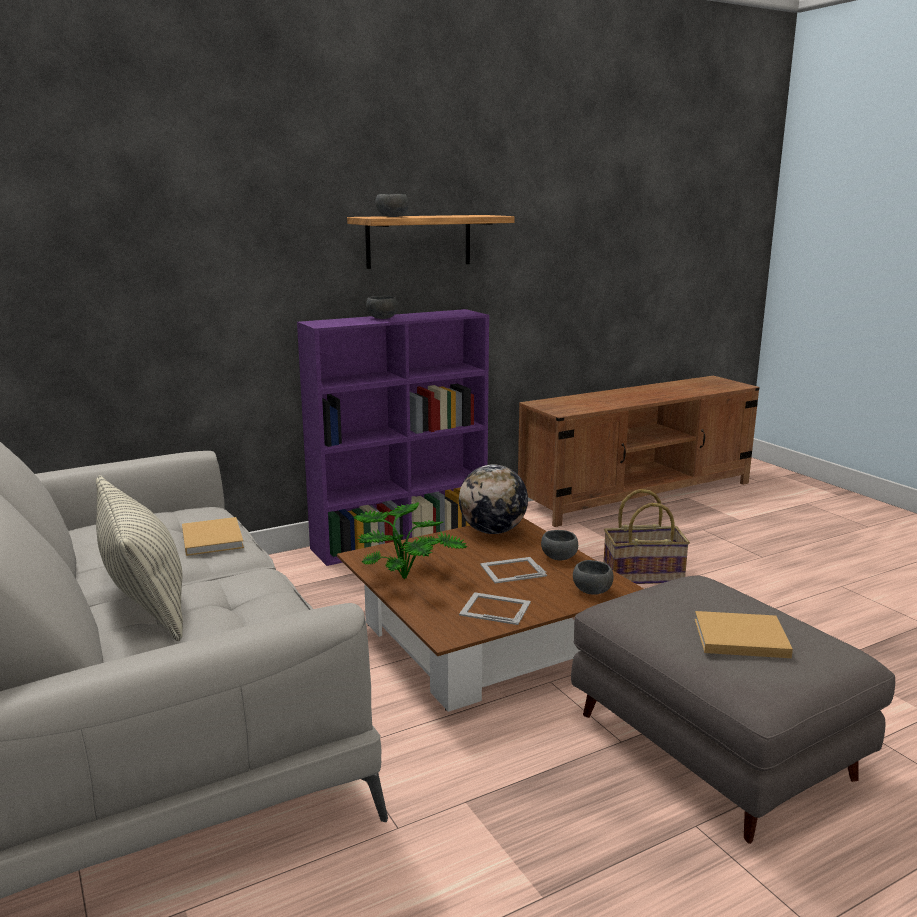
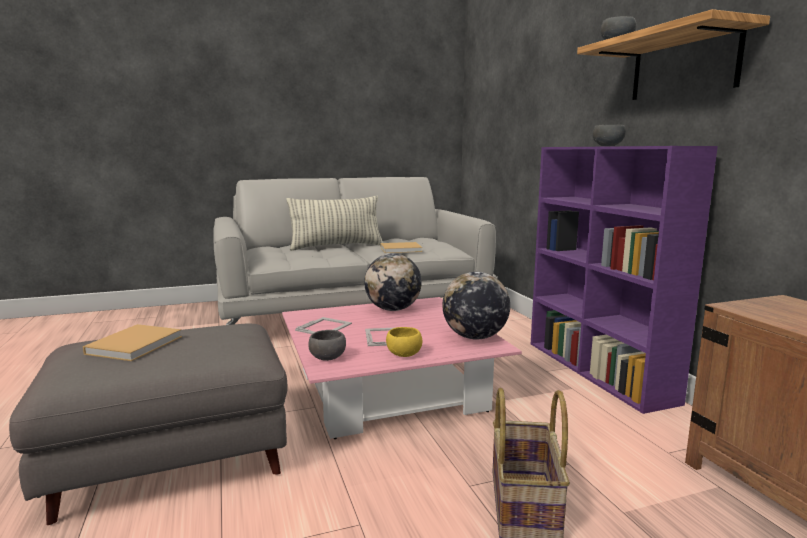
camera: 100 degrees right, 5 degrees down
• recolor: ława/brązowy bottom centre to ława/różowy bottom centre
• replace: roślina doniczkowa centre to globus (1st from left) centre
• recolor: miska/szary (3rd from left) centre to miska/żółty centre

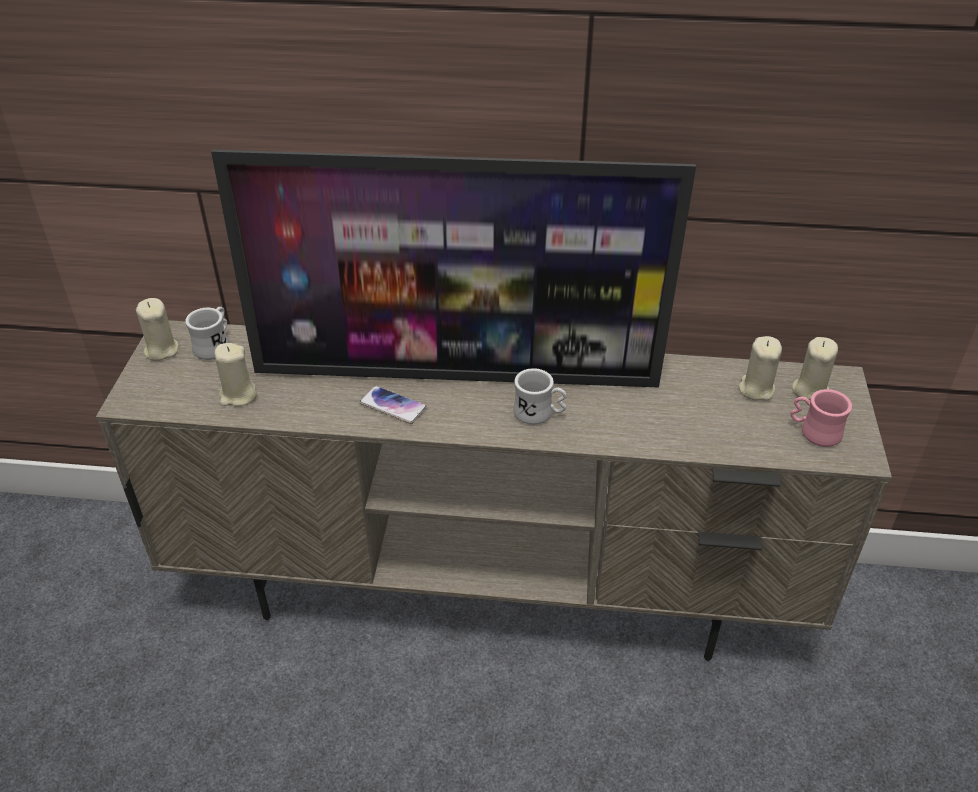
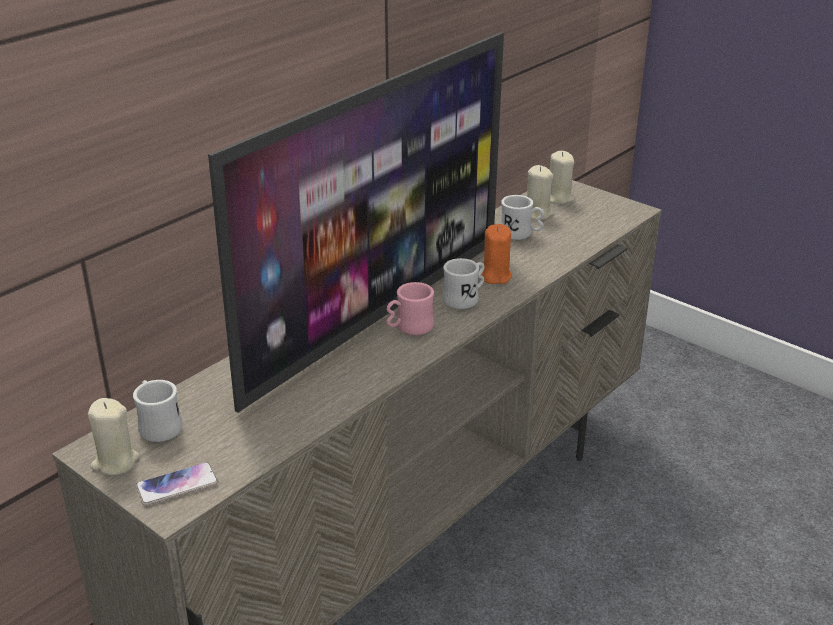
camera: 55 degrees left, 10 degrees down
• delete: świeca/beżowy (2nd from left) middle left
• move: telefon centre to bottom left
• move: kubek/różowy middle right to centre
• insert: świeca/pomarańczowy centre
• insert: kubek/biały (3rd from left) centre

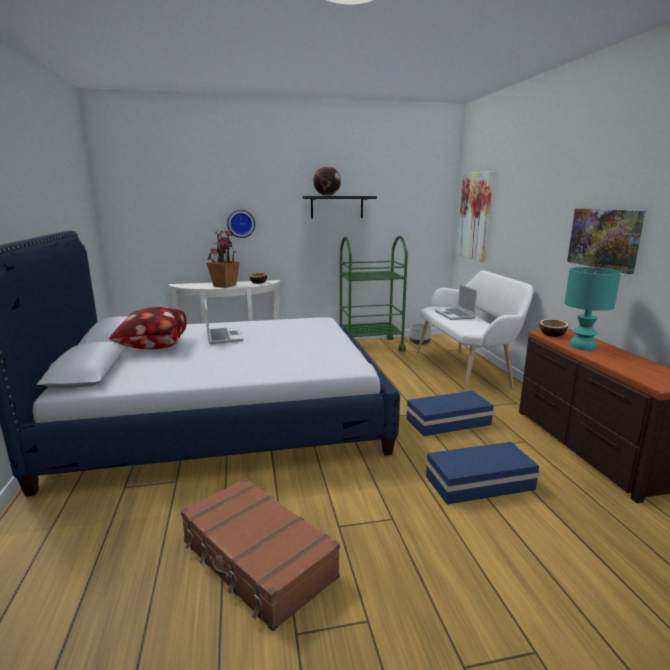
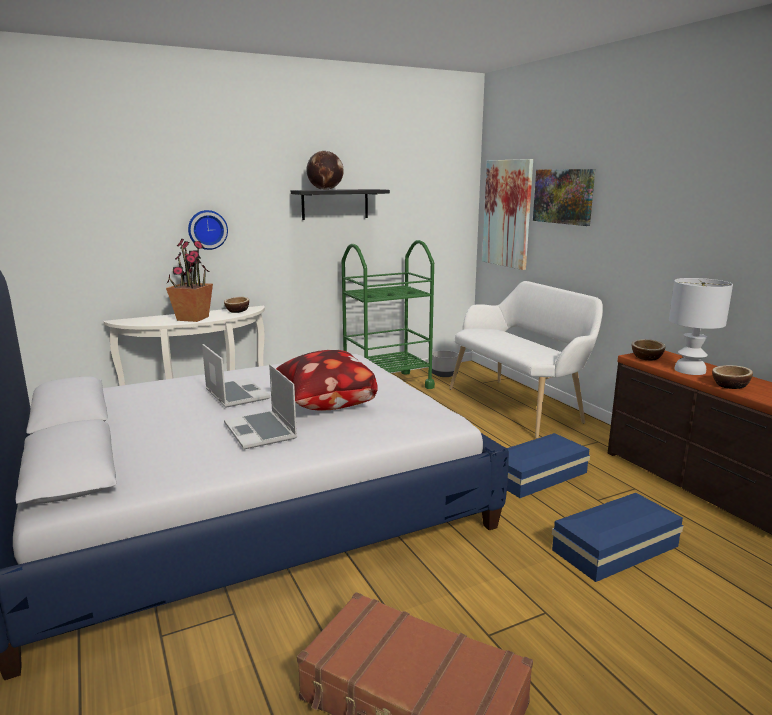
camera: 15 degrees left, 0 degrees up
• move: poduszka middle left to centre
• move: laptop (2nd from left) middle right to centre
• recolor: lampa stołowa/turkusowy middle right to lampa stołowa/biały middle right
• move: obraz (2nd from left) middle right to top right
• insert: miska (3rd from left) middle right

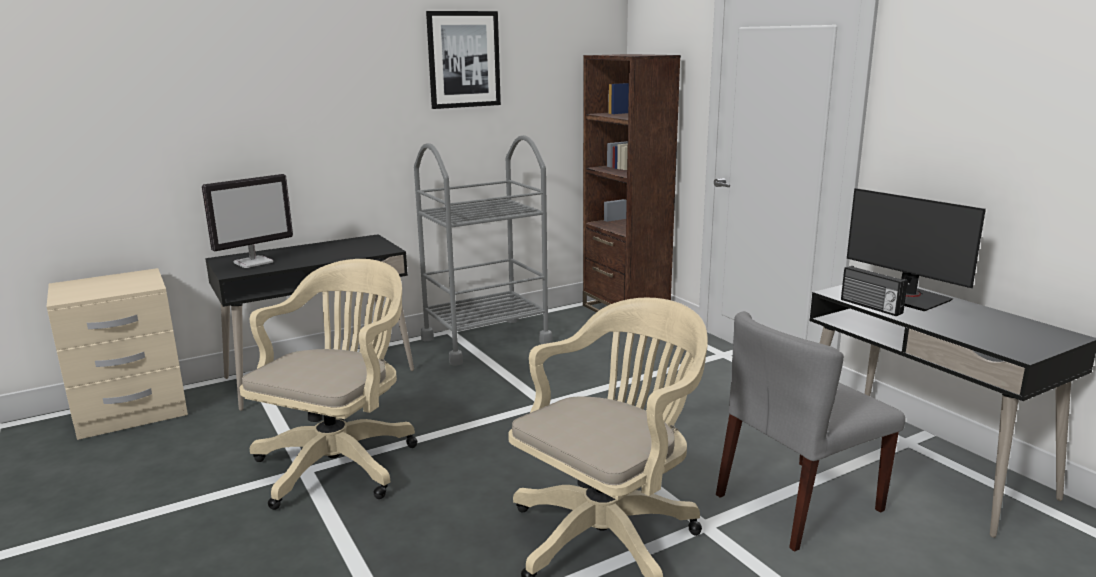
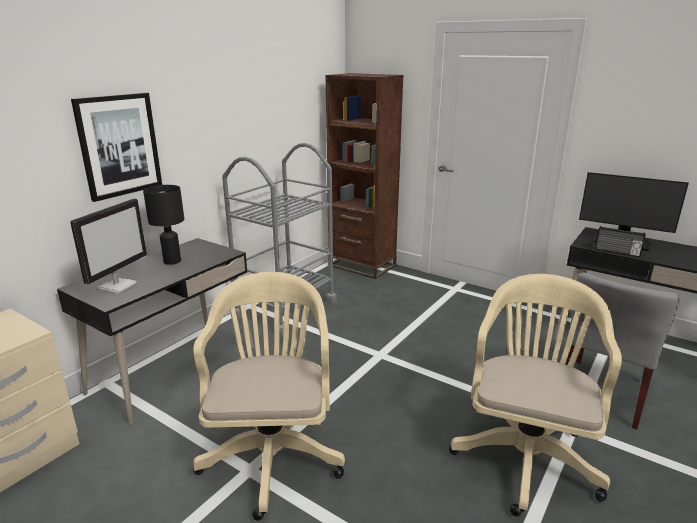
camera: 25 degrees left, 5 degrees up
• move: obraz top centre to top left
• insert: lampa stołowa/czarny middle left

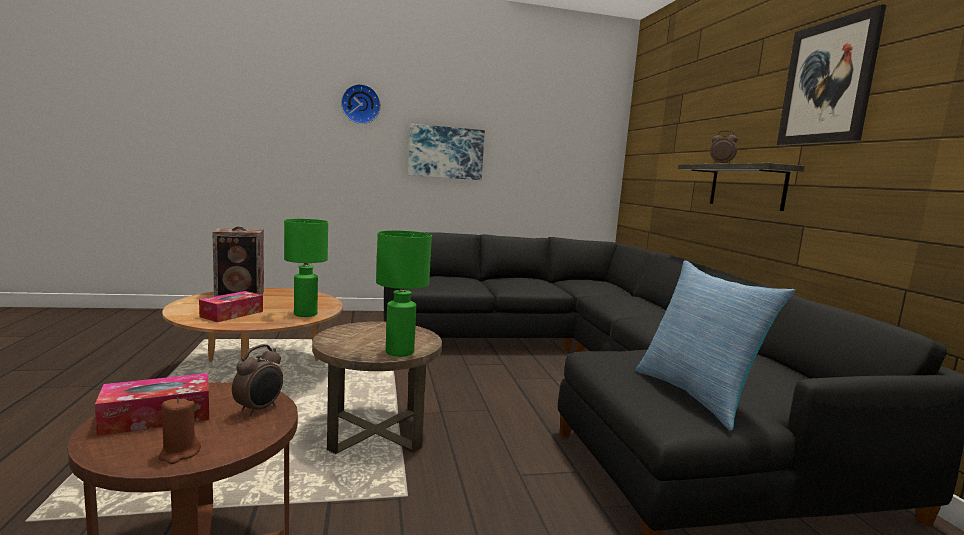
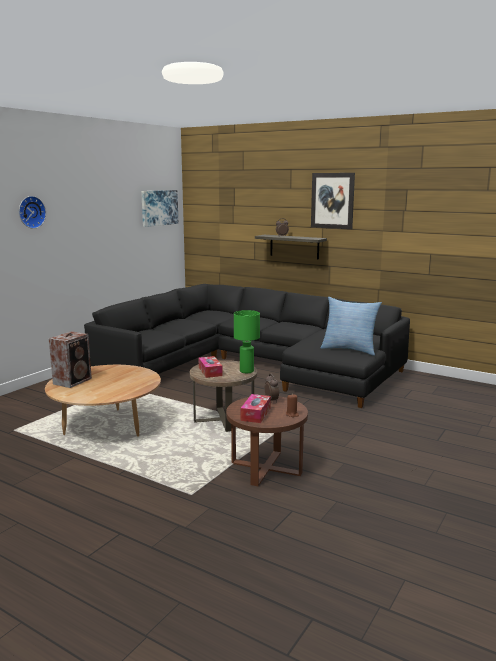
camera: 45 degrees left, 5 degrees up
• move: pudełko chusteczek (2nd from left in the first image) middle left to pudełko chusteczek (1st from left) centre
• delete: lampa stołowa/zielony (1st from left) middle left
• move: obraz (1st from left) top centre to top left

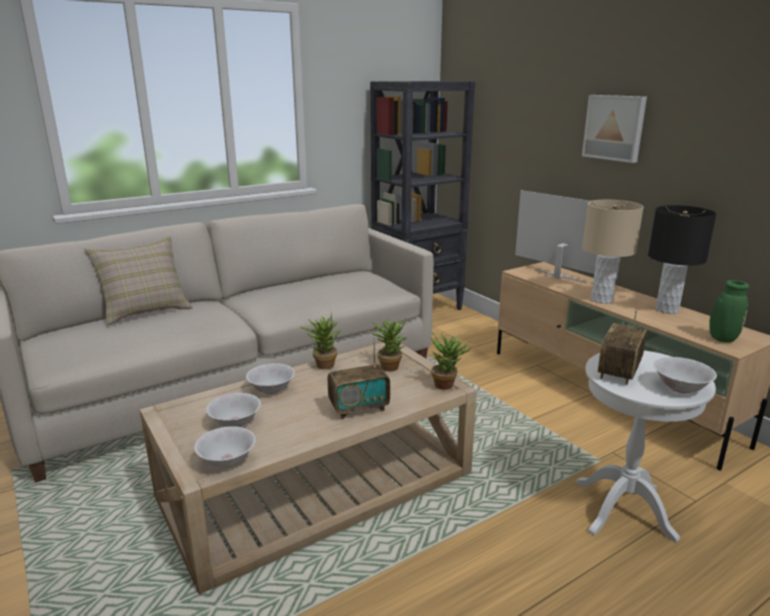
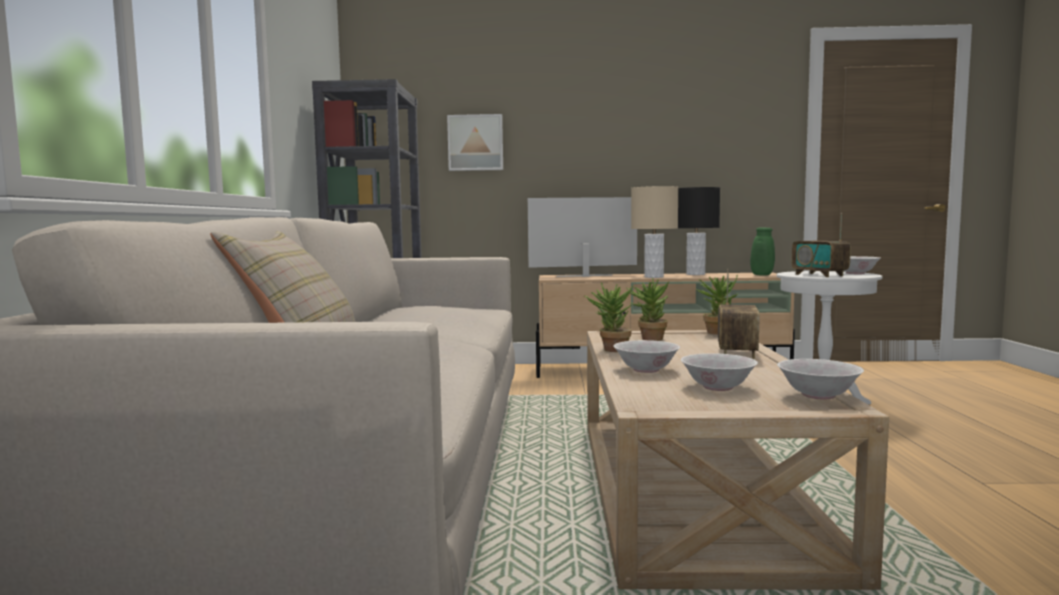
camera: 55 degrees left, 15 degrees down
• move: obraz top right to top centre

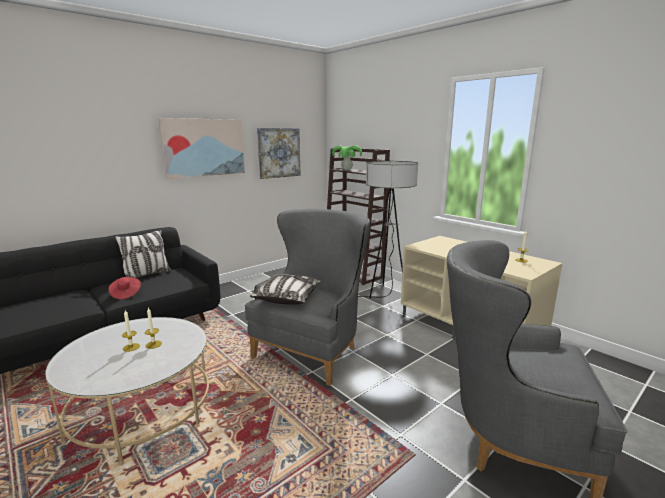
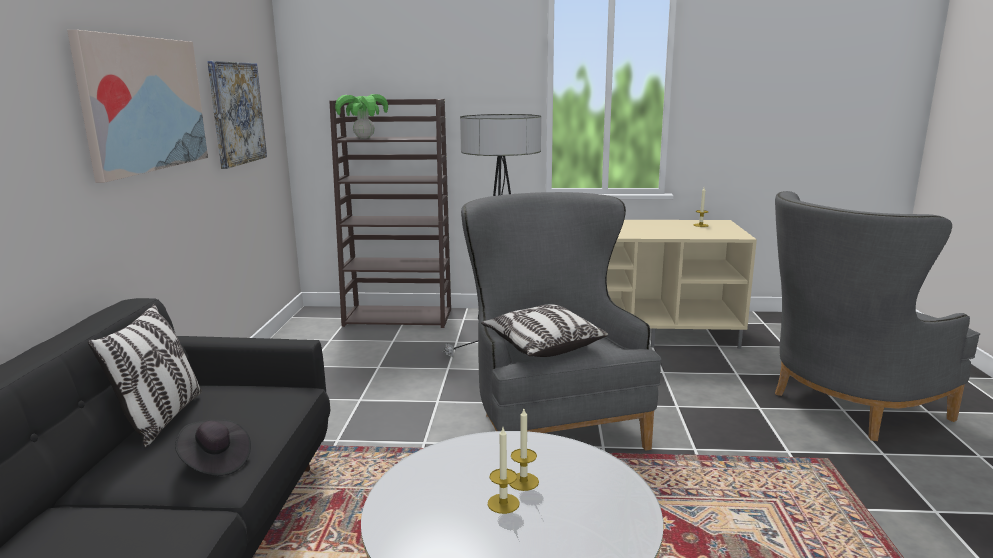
camera: 45 degrees left, 0 degrees up
• recolor: kapelusz/czerwony middle left to kapelusz/czarny bottom left

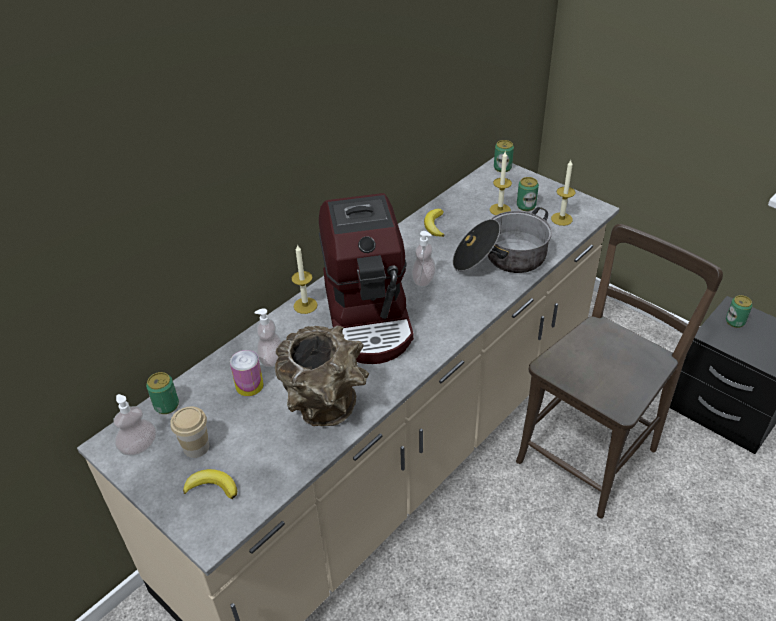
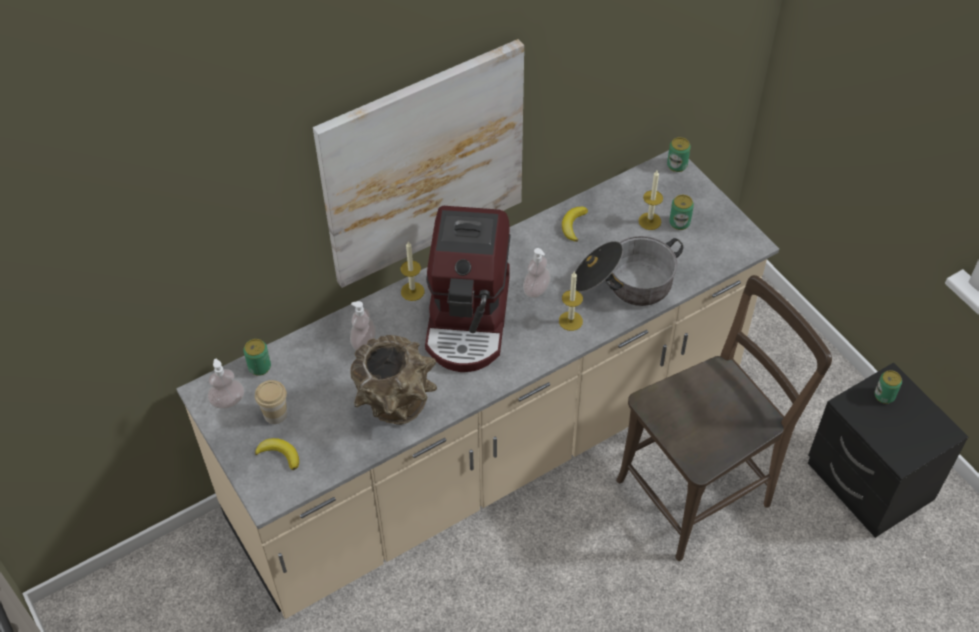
camera: 15 degrees right, 10 degrees up
• delete: puszka (2nd from left) middle left
• move: świeca (3rd from left in the first image) top right to świeca (2nd from left) centre
• insert: obraz top centre

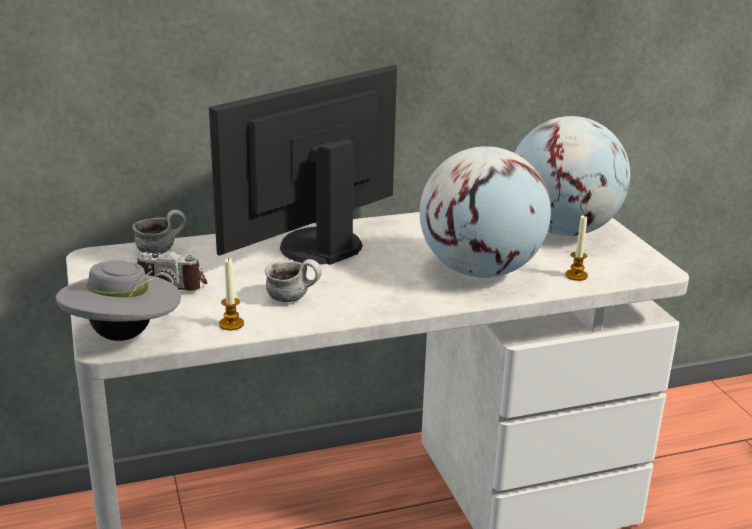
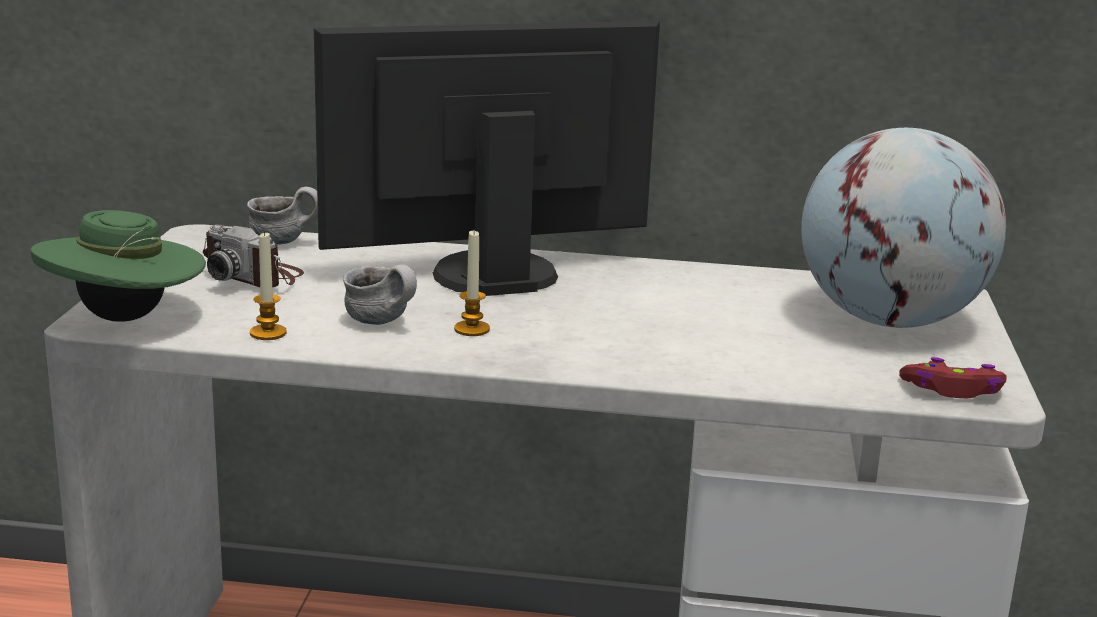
camera: 25 degrees right, 5 degrees down
• recolor: kapelusz/szary middle left to kapelusz/zielony middle left
• delete: globus (1st from left) centre
• move: świeca (2nd from left) middle right to centre
• insert: pad do gier/czerwony middle right

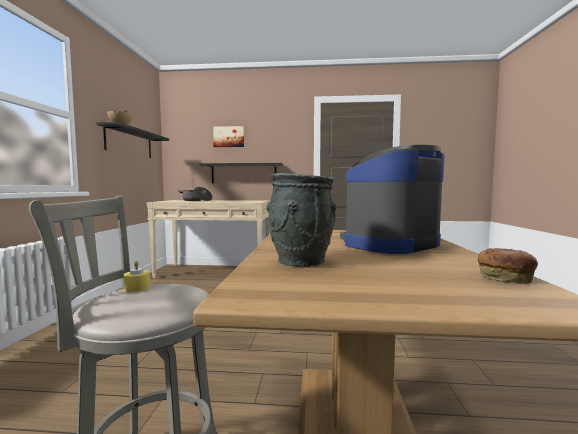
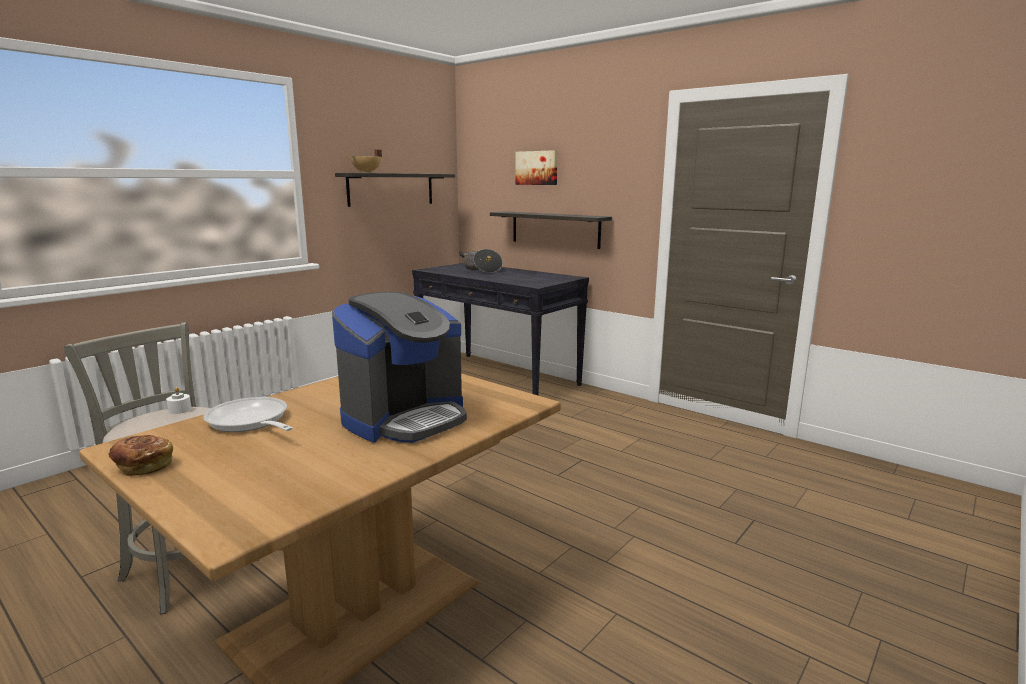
camera: 35 degrees right, 10 degrees up
• recolor: świeca/żółty middle left to świeca/biały middle left
• recolor: stolik konsolowy/beżowy centre to stolik konsolowy/czarny centre
• replace: wazon/szary centre to patelnia middle left
• rotate: ekspres do kawy middle right = centre 135 degrees clockwise
• move: chleb middle right to middle left

